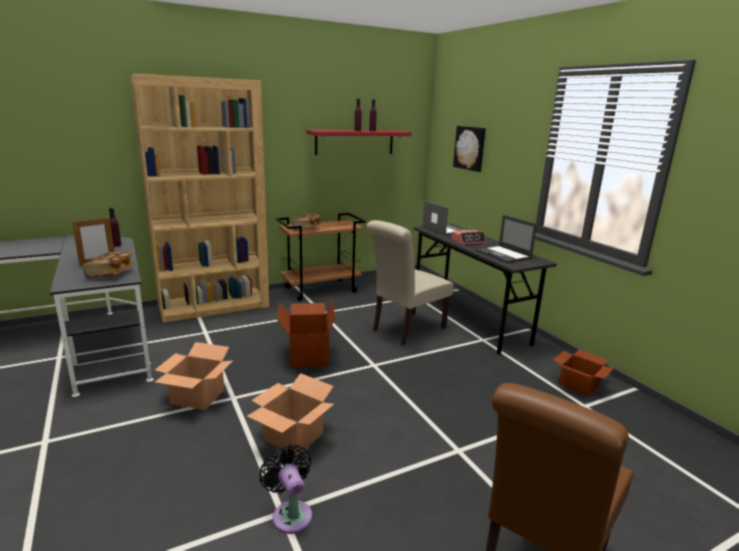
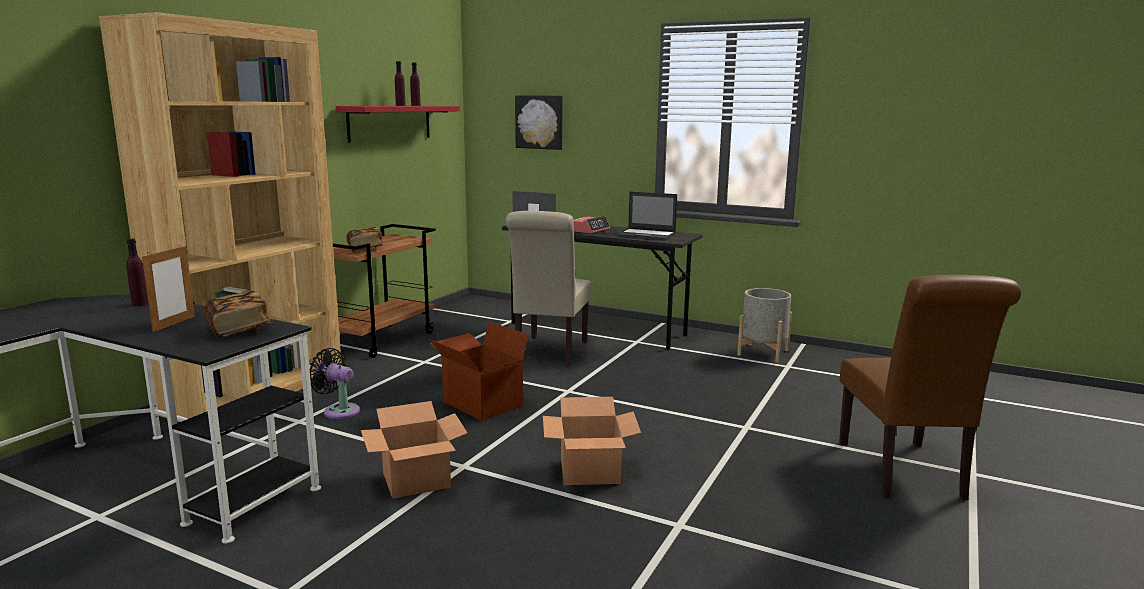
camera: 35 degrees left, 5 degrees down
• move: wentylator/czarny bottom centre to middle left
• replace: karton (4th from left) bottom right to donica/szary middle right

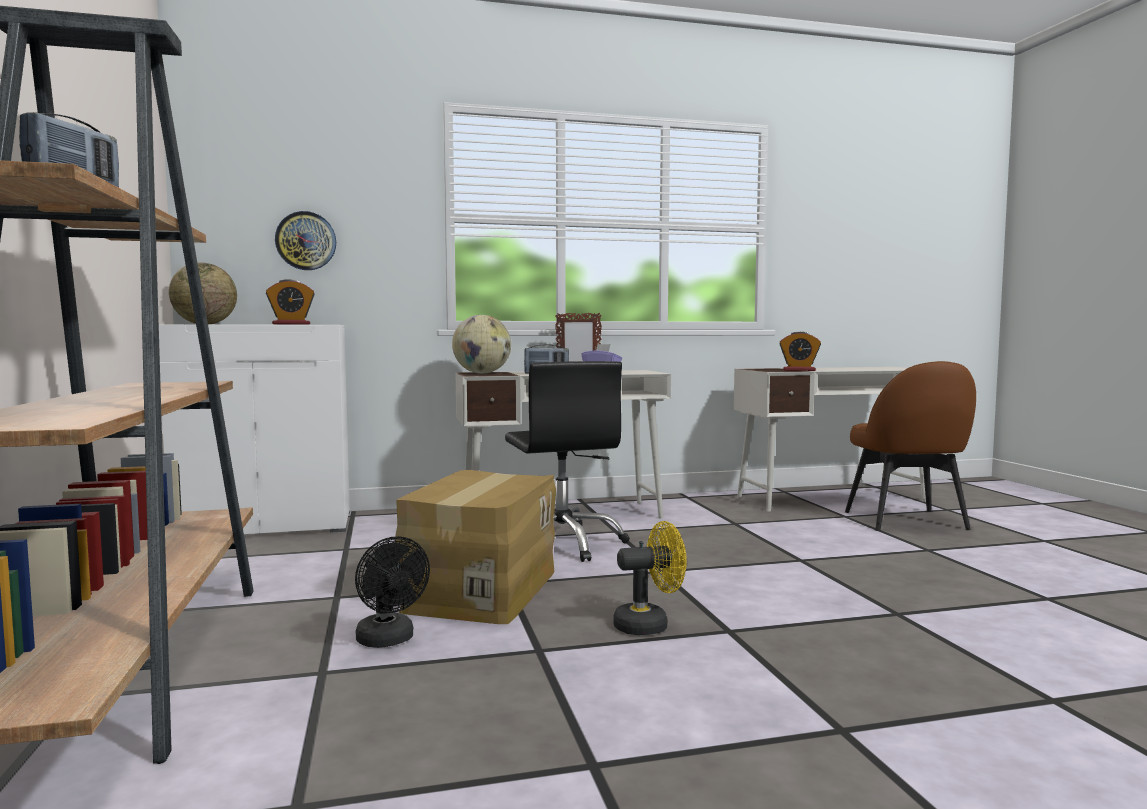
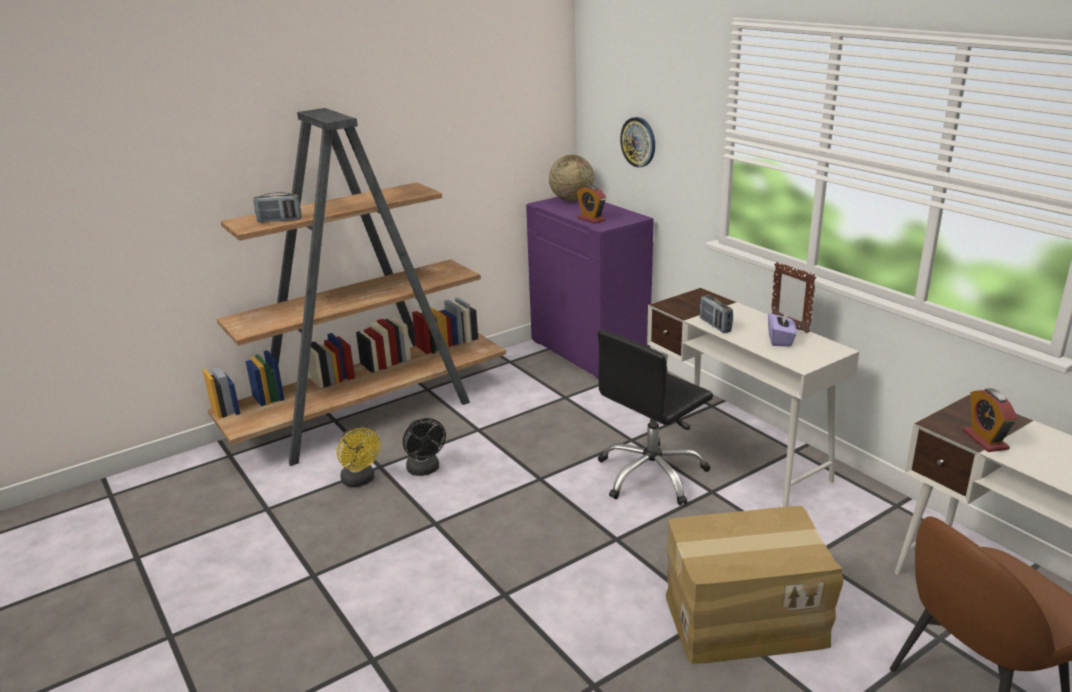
camera: 70 degrees right, 20 degrees up
• recolor: szafka/biały middle left to szafka/fioletowy centre
• rotate: wentylator/czarny bottom centre = centre 60 degrees counterclockwise
• move: karton bottom centre to bottom right
• delete: globus (2nd from left) centre
• move: wentylator/żółty bottom centre to centre

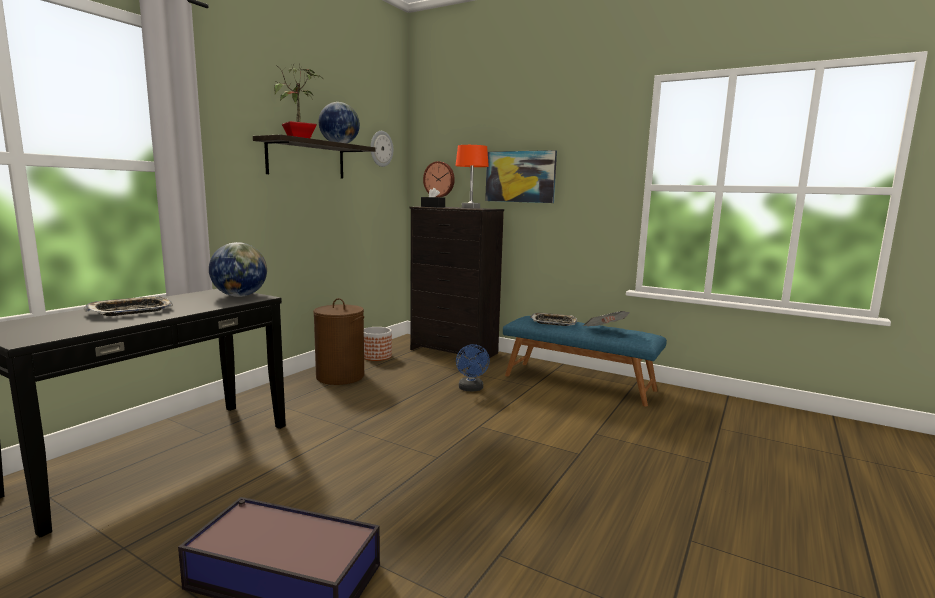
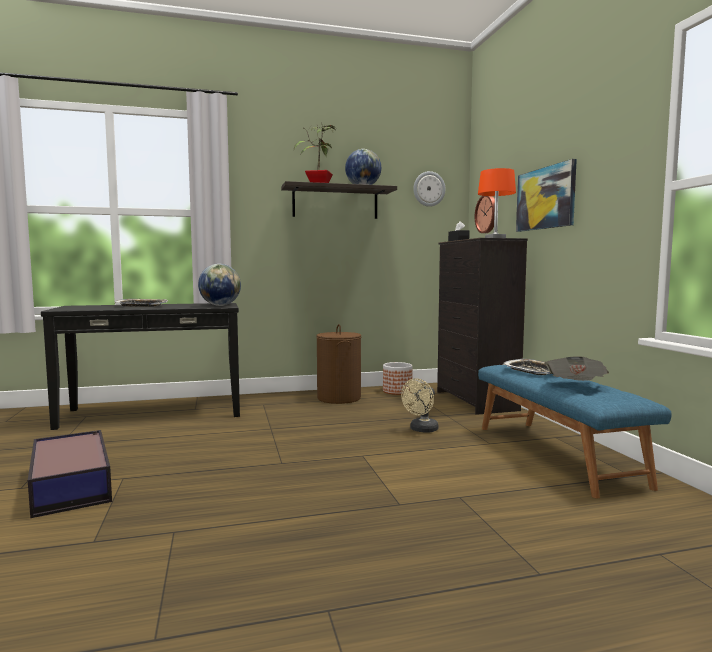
camera: 45 degrees right, 5 degrees down
• recolor: wentylator/niebieski centre to wentylator/beżowy centre

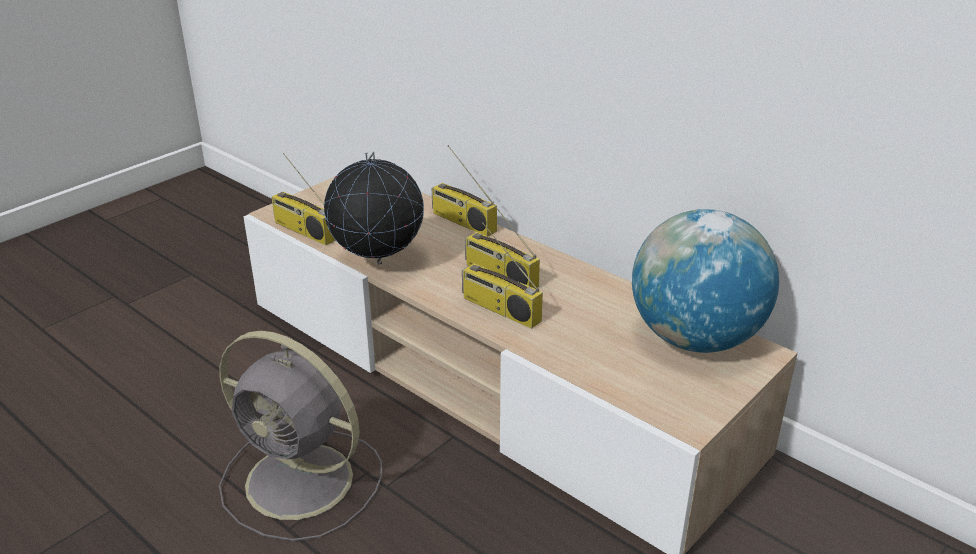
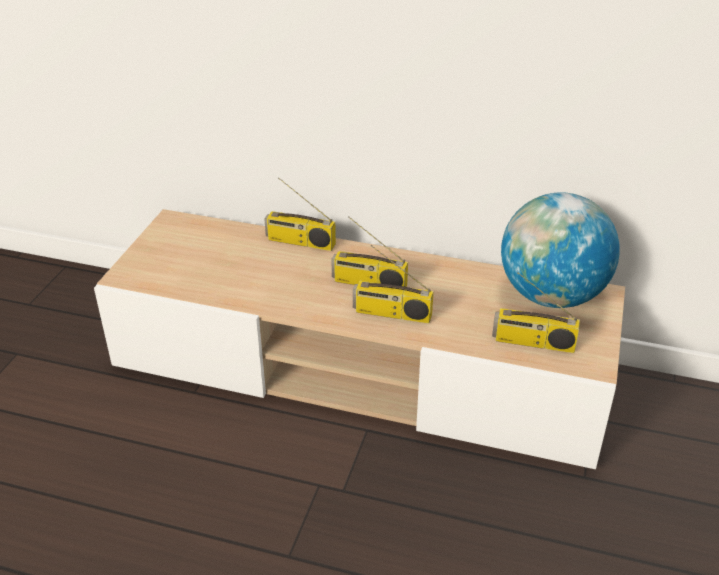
camera: 25 degrees left, 5 degrees up
• delete: wentylator/szary bottom left
• move: radio (1st from left in the first image) middle left to radio (4th from left) middle right
• delete: globus (1st from left) centre

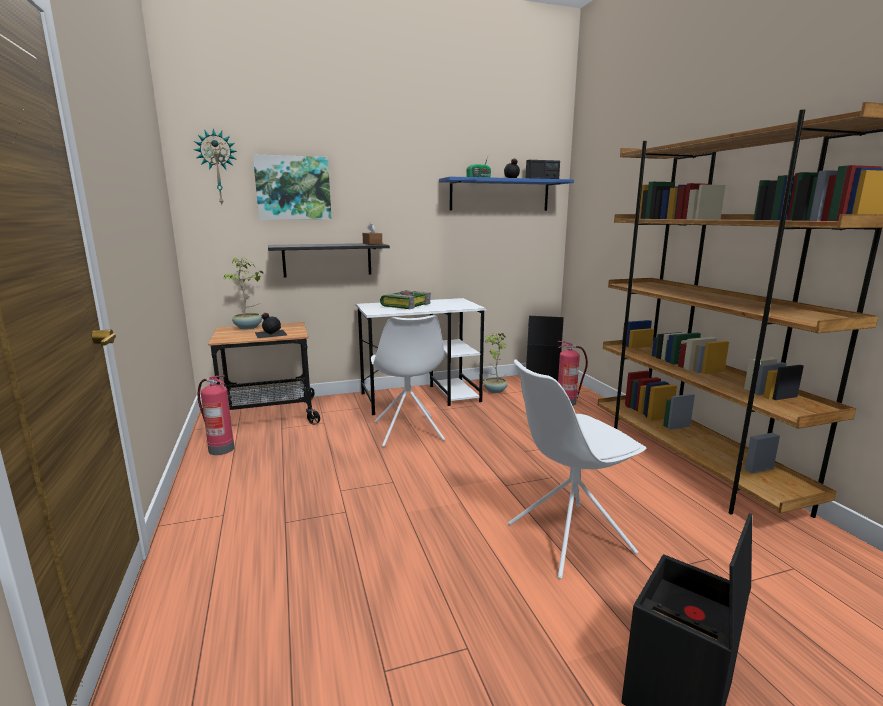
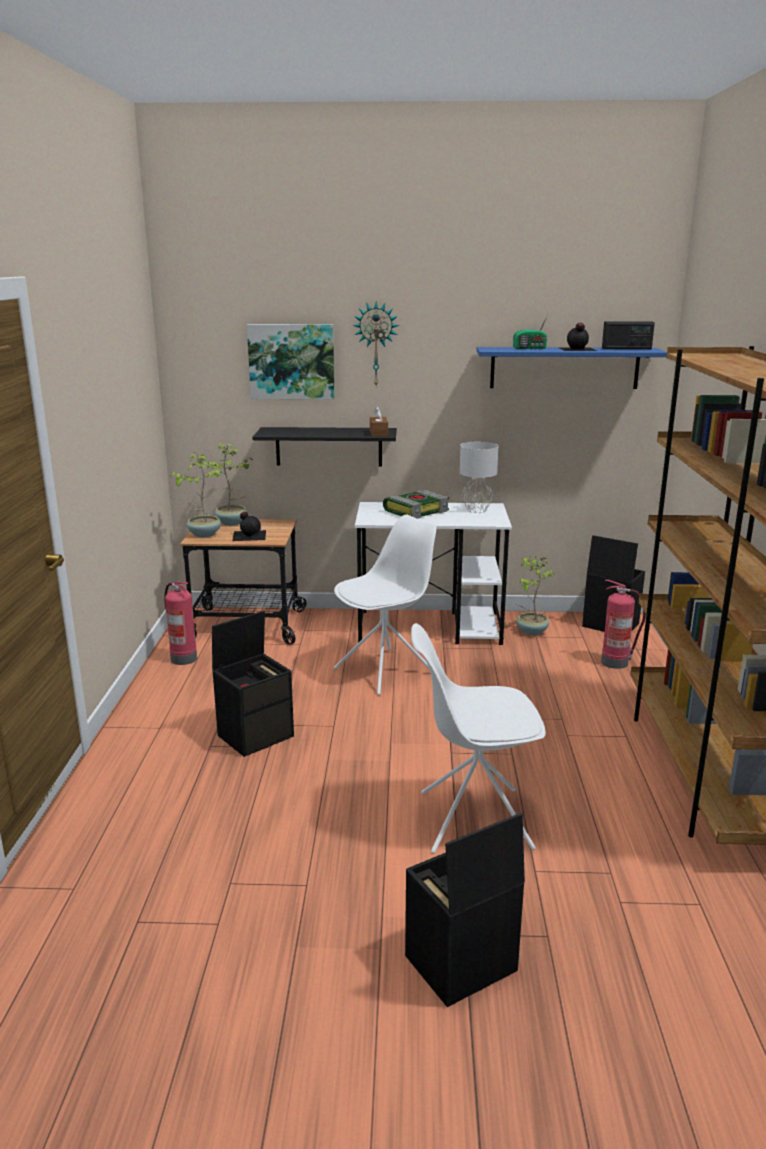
camera: 20 degrees right, 5 degrees up
• move: zegar ścienny top left to top centre
• rotate: krzesło/biały (1st from left) centre = centre 135 degrees counterclockwise
• insert: roślina doniczkowa (1st from left) middle left
• insert: pojemnik do przechowywania/czarny (1st from left) middle left
• insert: lampa stołowa/szary centre

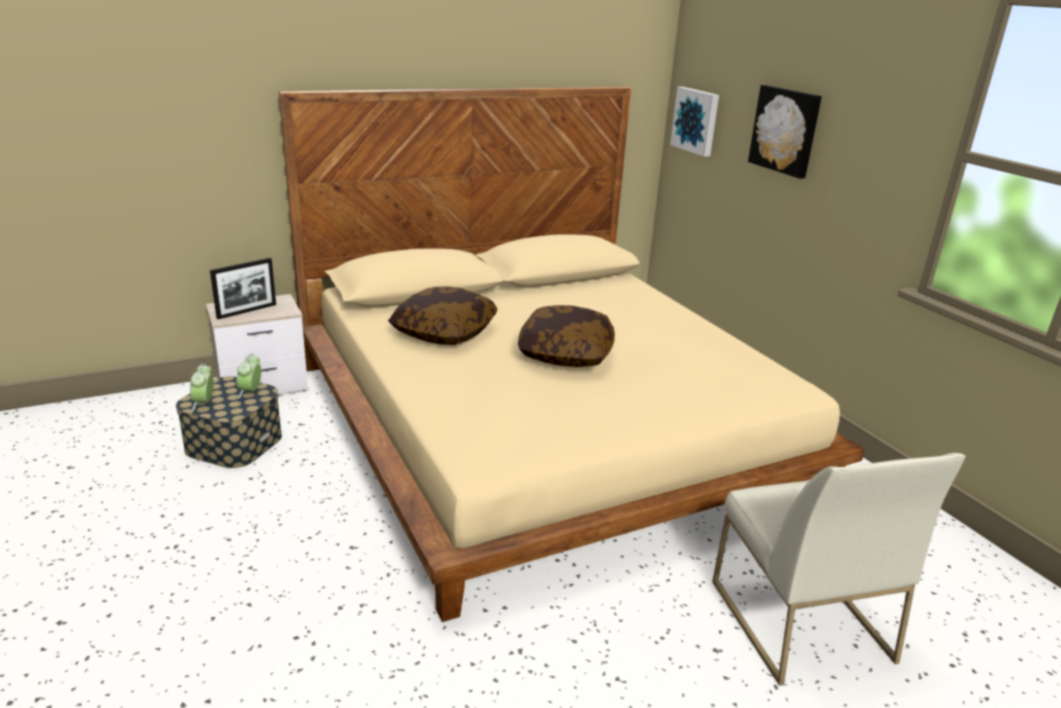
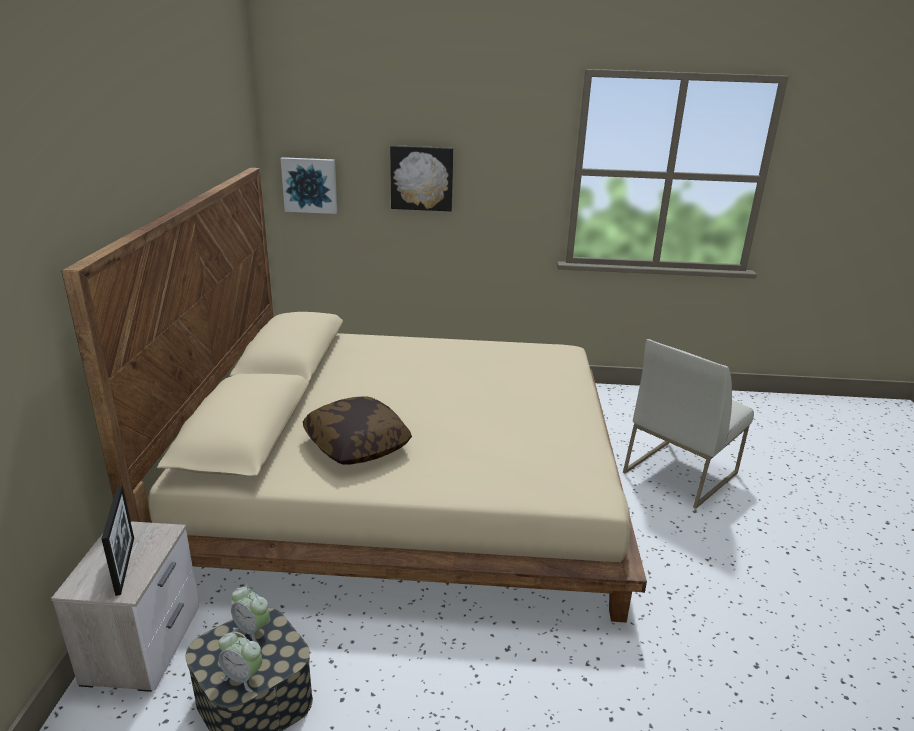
camera: 60 degrees left, 0 degrees up
• delete: poduszka (2nd from left) centre
• rotate: krzesło/biały bottom right = middle right 120 degrees clockwise

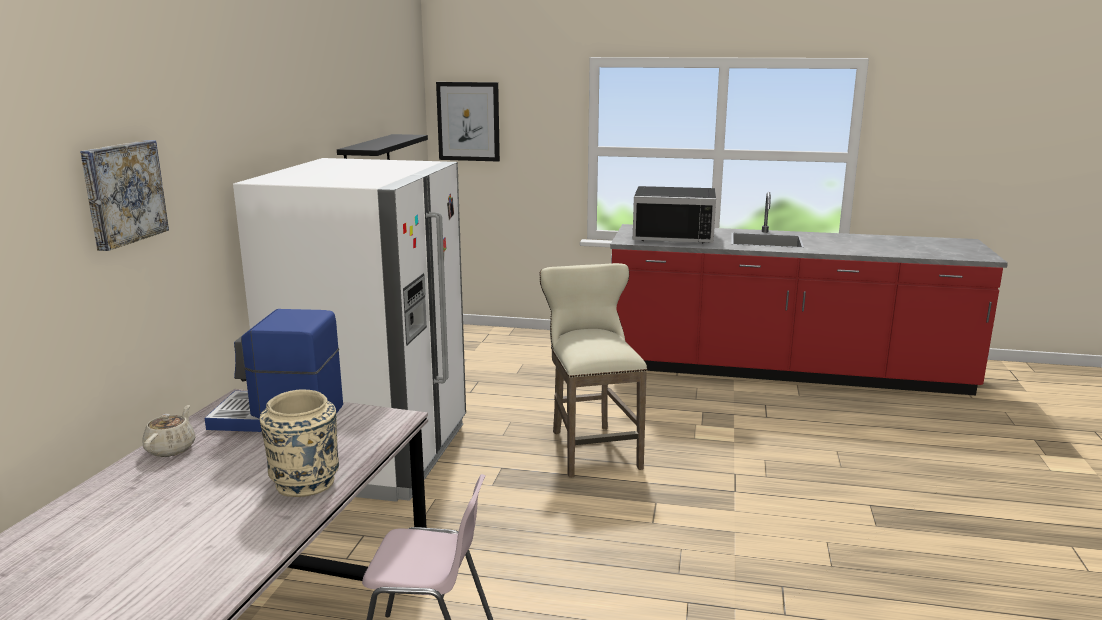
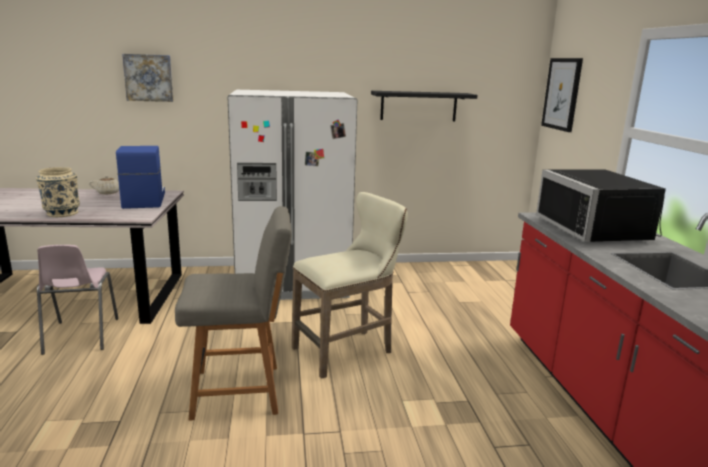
camera: 70 degrees right, 0 degrees up
• insert: krzesło/szary bottom left

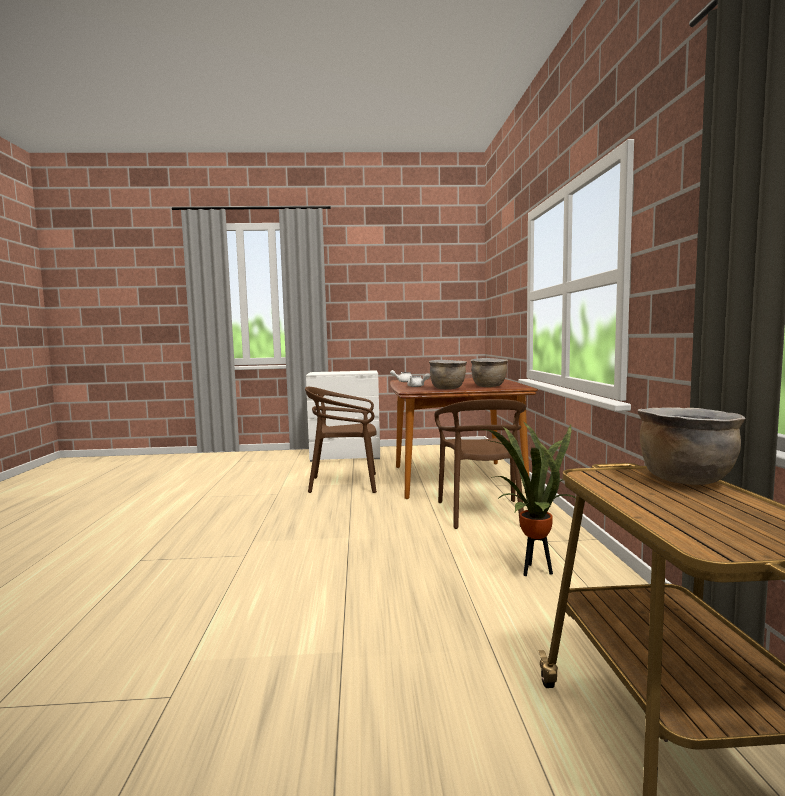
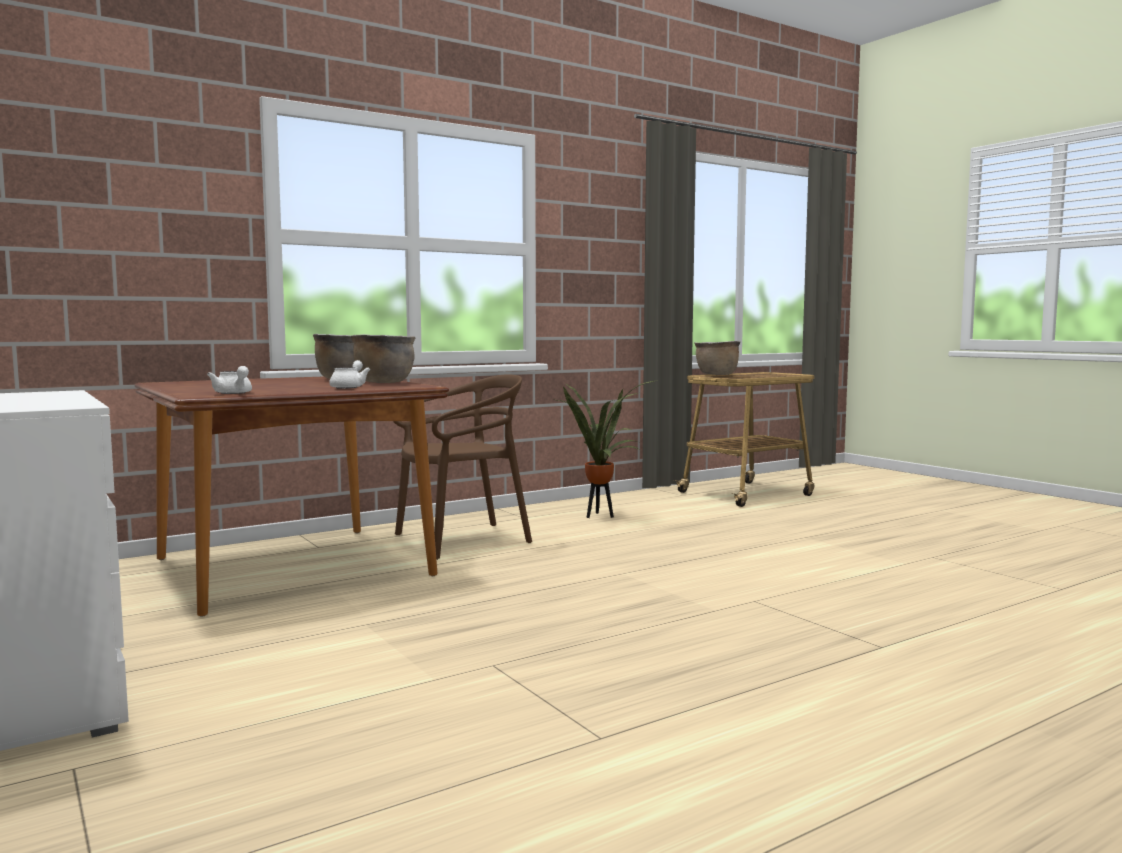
camera: 120 degrees left, 0 degrees up
• delete: krzesło/brązowy (1st from left) centre

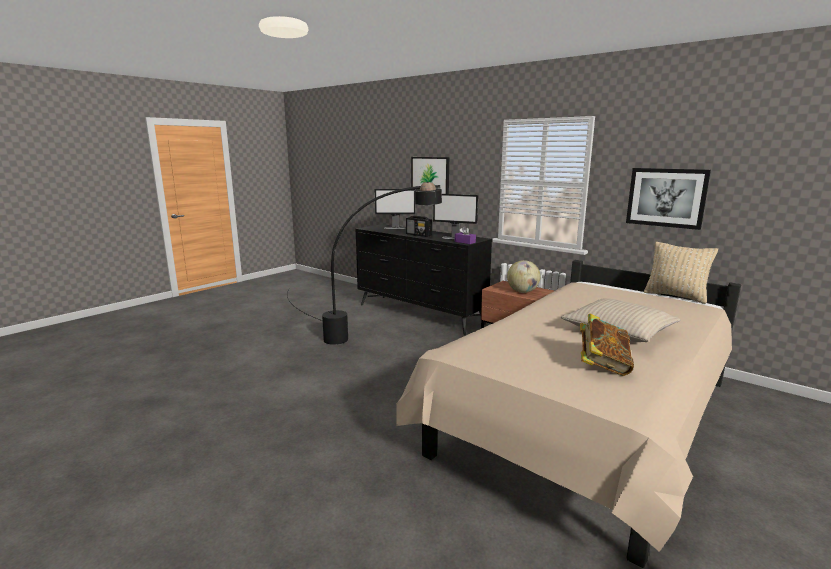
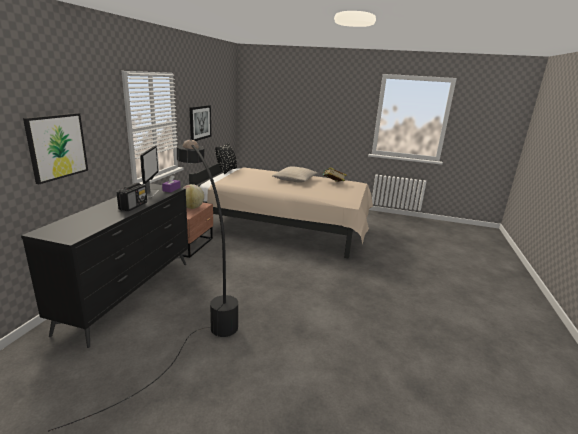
camera: 115 degrees left, 5 degrees up
• delete: monitor (1st from left) centre
• recolor: poduszka/beżowy (2nd from left) middle right to poduszka/czarny centre

